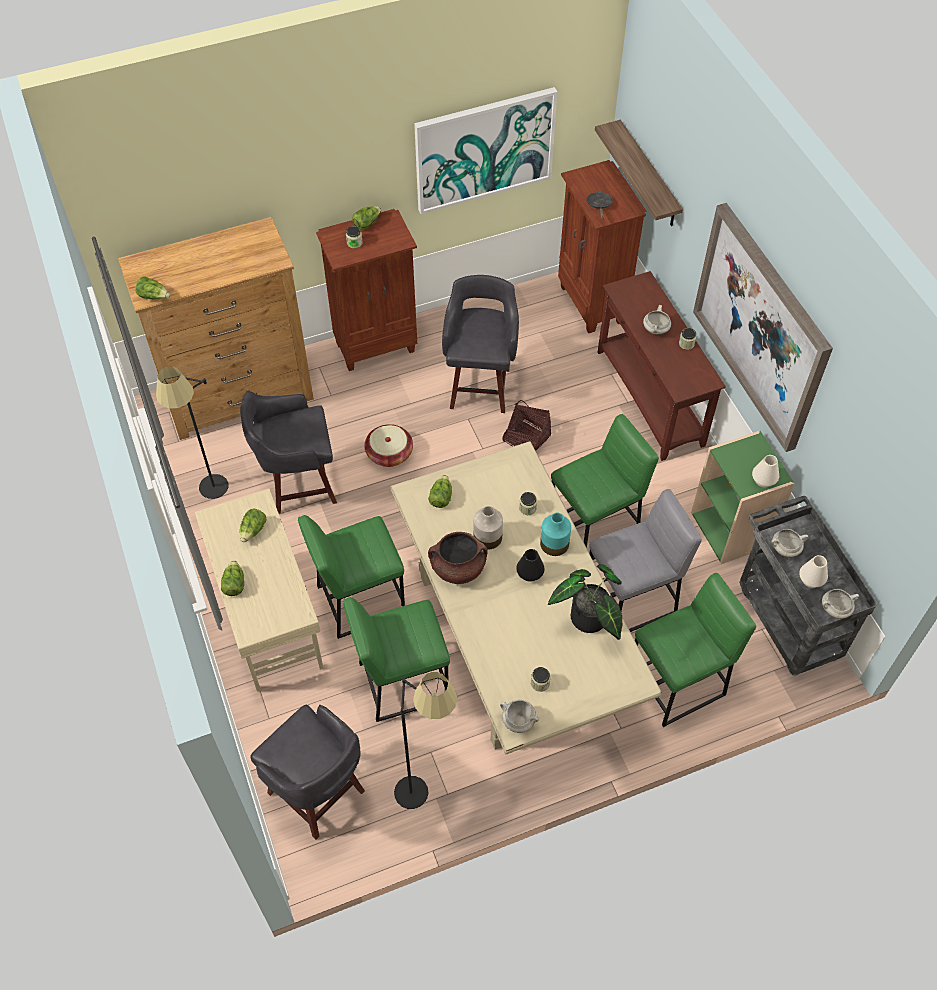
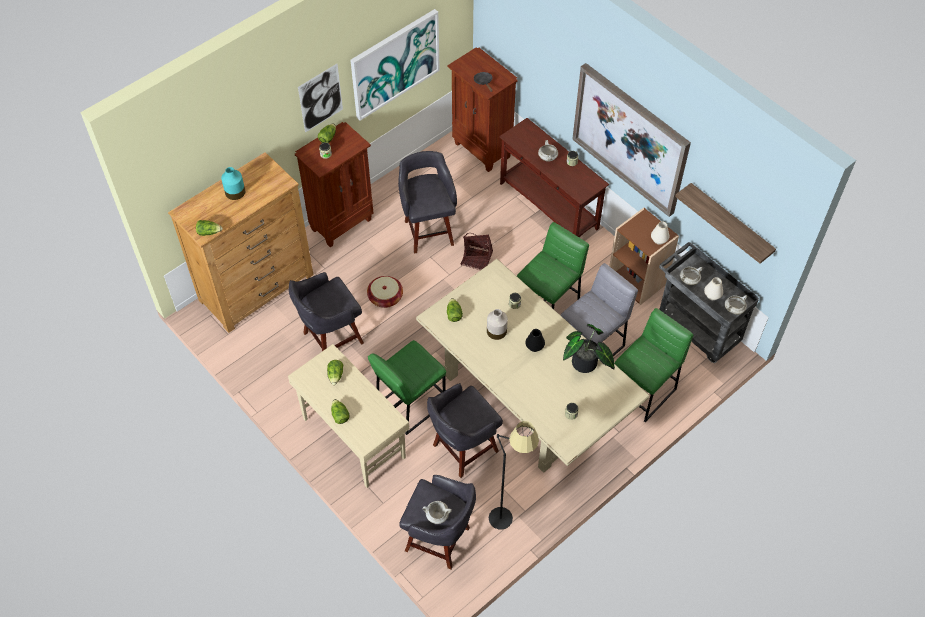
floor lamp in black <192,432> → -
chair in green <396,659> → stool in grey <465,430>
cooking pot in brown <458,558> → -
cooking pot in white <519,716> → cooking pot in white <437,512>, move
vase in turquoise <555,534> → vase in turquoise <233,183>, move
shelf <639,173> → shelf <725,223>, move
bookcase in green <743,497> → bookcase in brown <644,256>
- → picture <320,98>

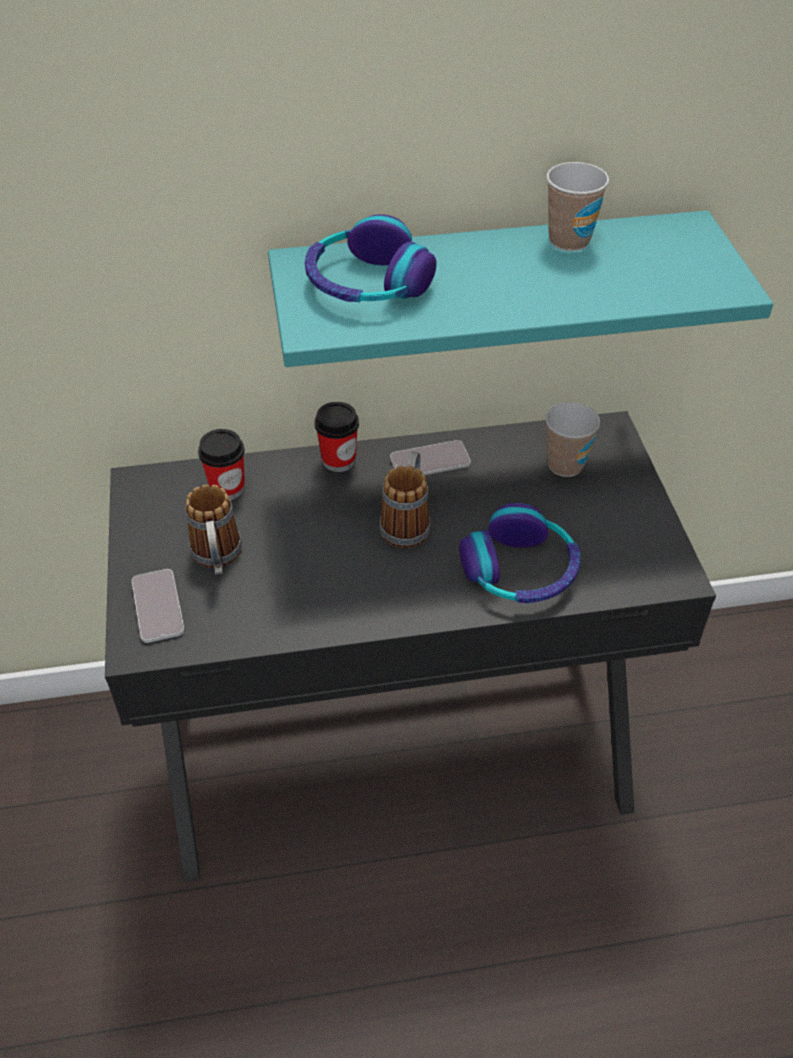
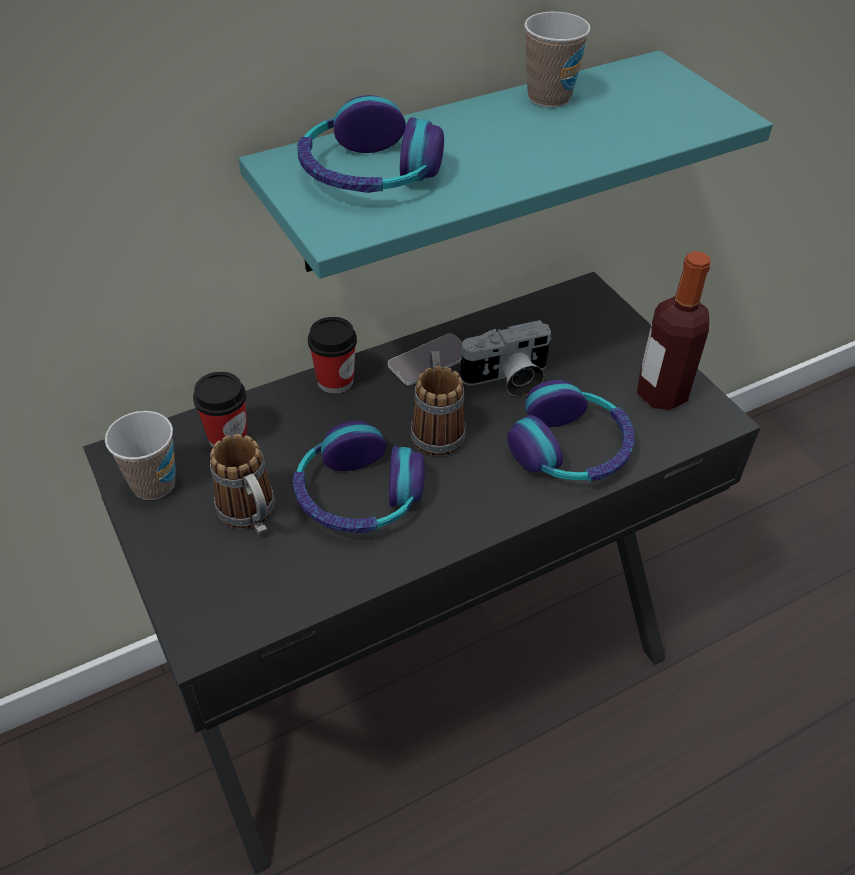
phone <158,606> → -
cup <572,439> → cup <140,455>, move
- → headphones <359,477>
- → photo camera <505,358>
- → bottle <673,330>

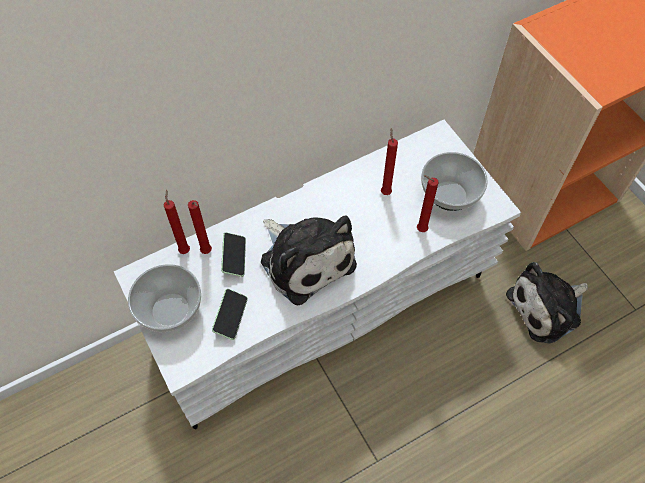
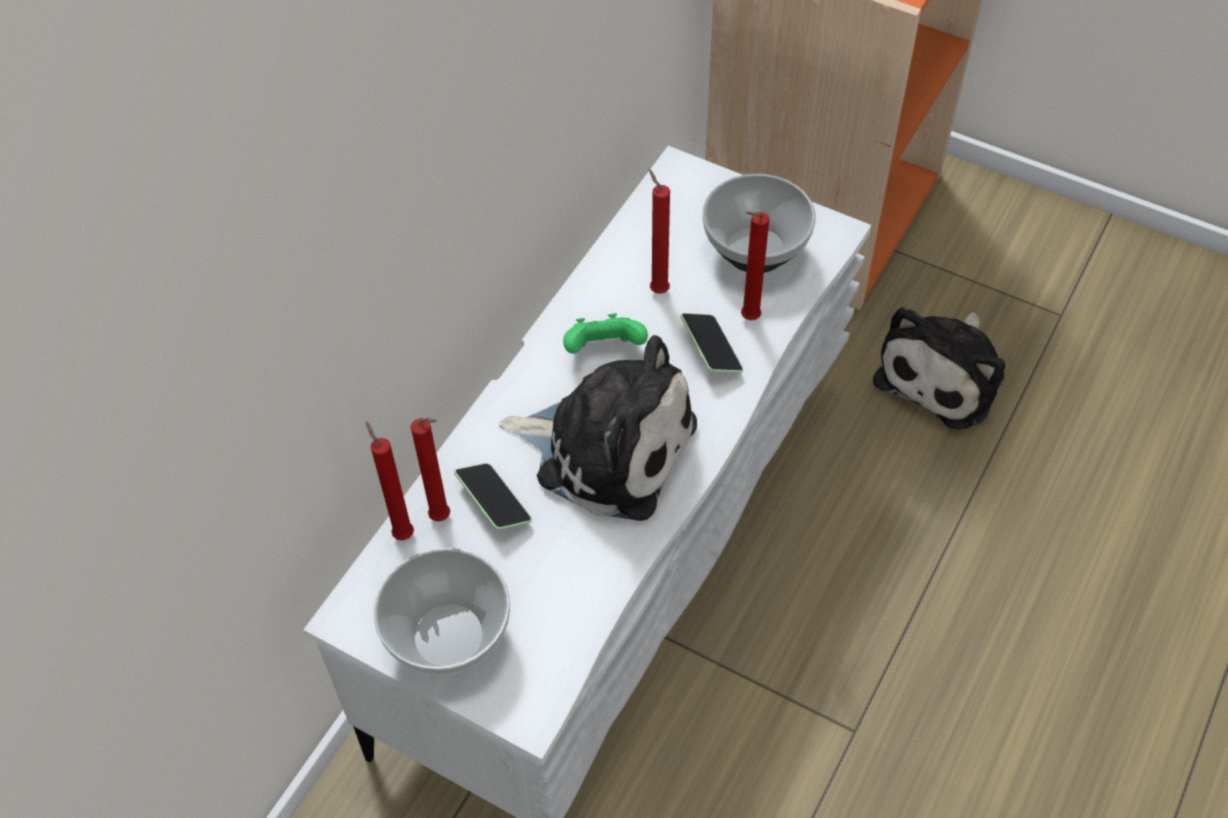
phone <230,314> → phone <712,343>, move
- → game controller in green <605,333>

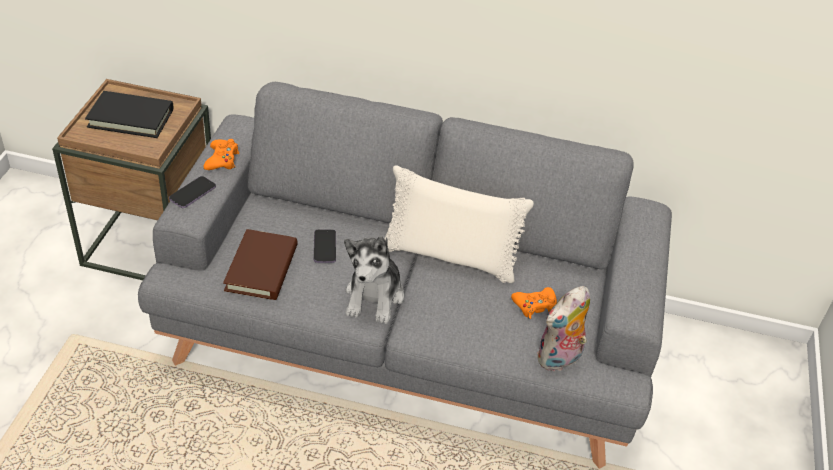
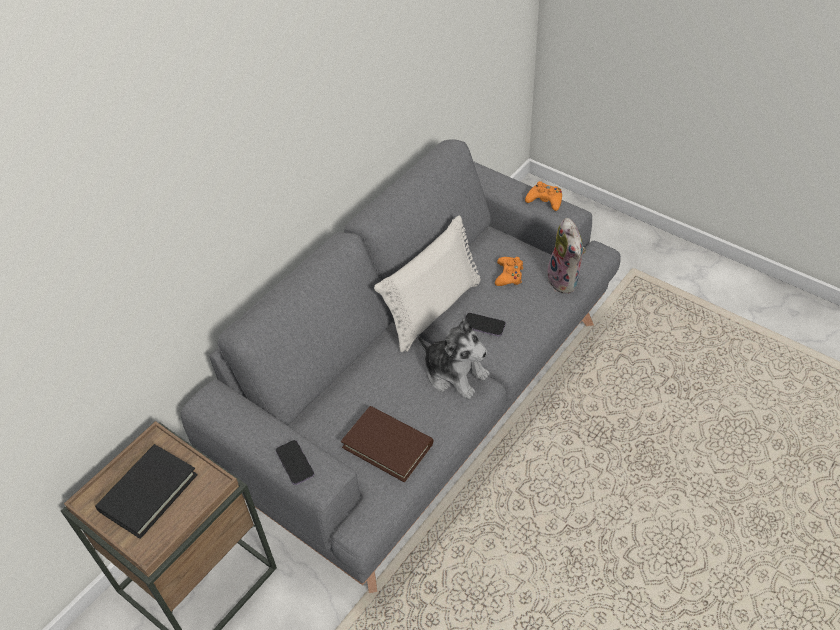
game controller in orange <221,154> → game controller in orange <543,196>, move
phone <325,246> → phone <485,324>, move

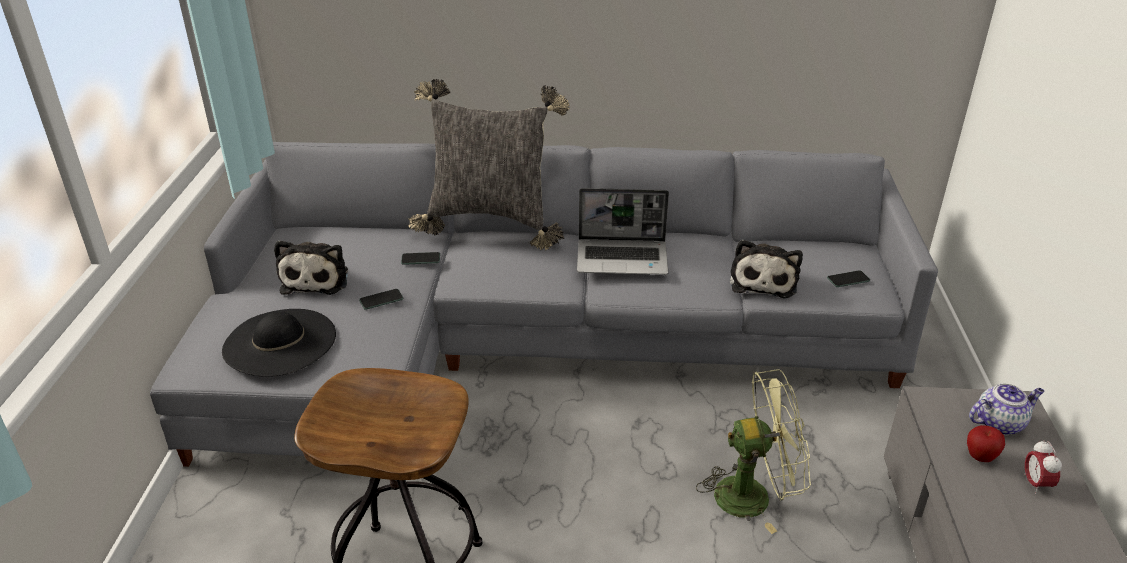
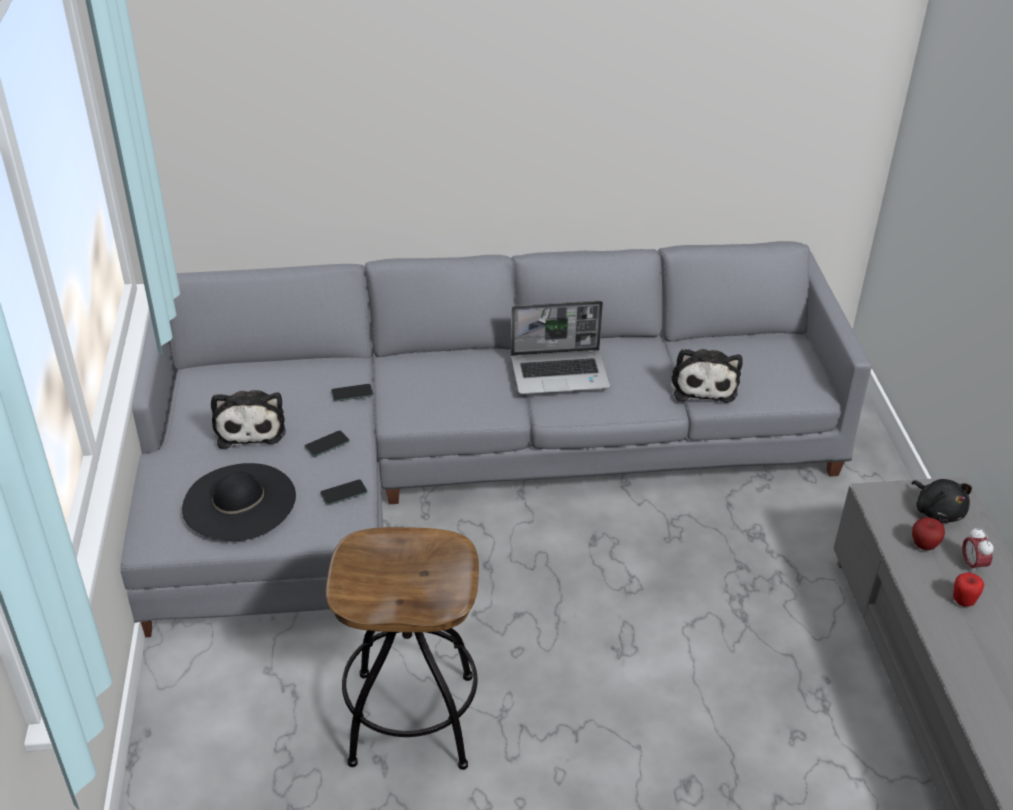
pillow <489,165> → -
fan in green <753,451> → -
phone <848,278> → phone <344,492>, move
teapot <1007,409> → plush toy in black <942,501>
- → apple <968,590>

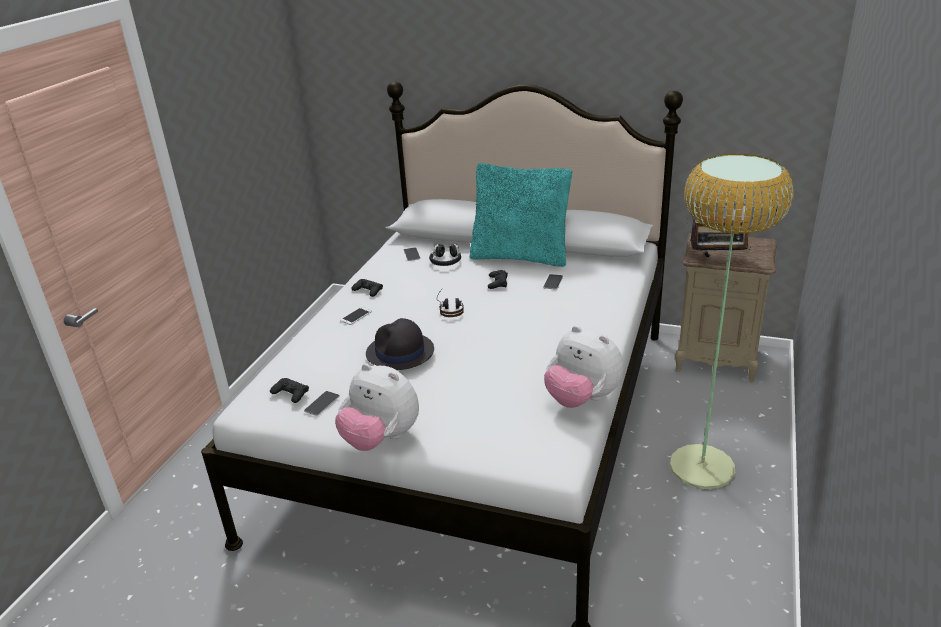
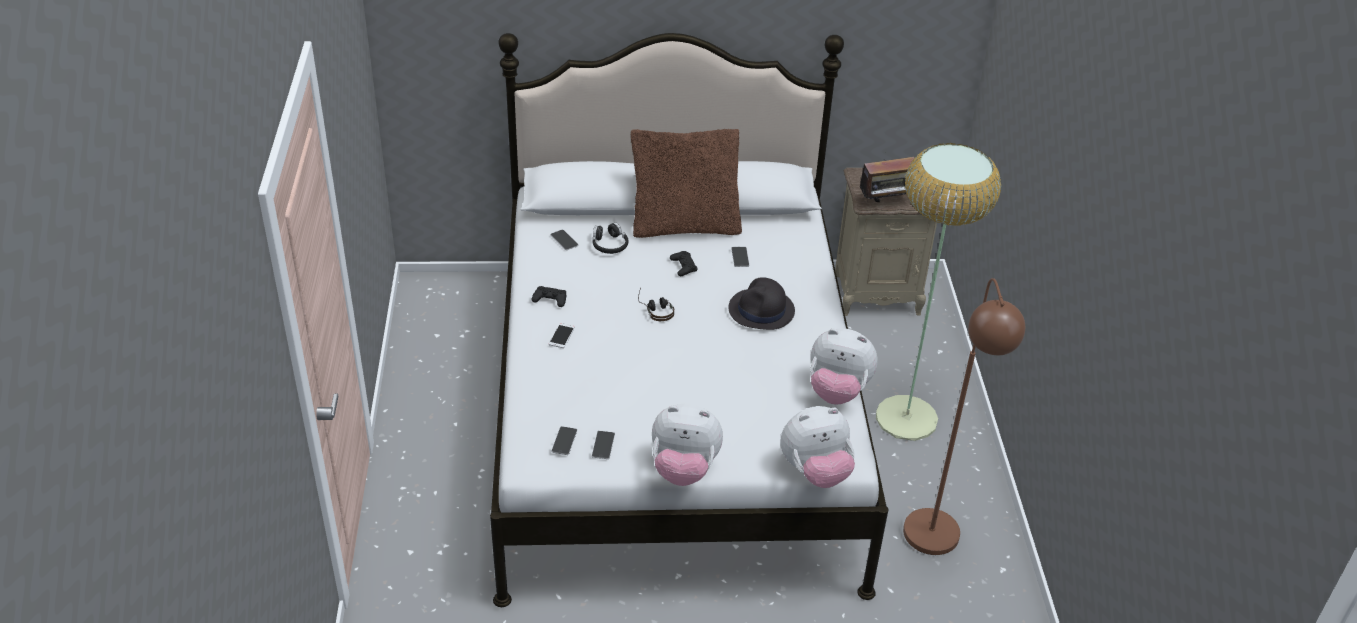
game controller in black <289,390> → phone <564,440>
hat in black <400,344> → hat in black <761,303>, move
pillow in turquoise <521,215> → pillow in brown <686,183>
- → plush toy <817,447>
- → floor lamp in brown <964,416>

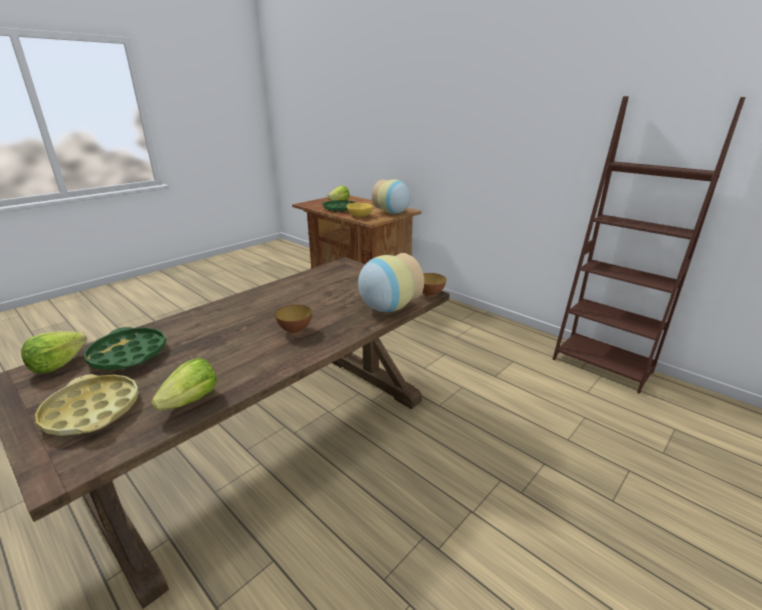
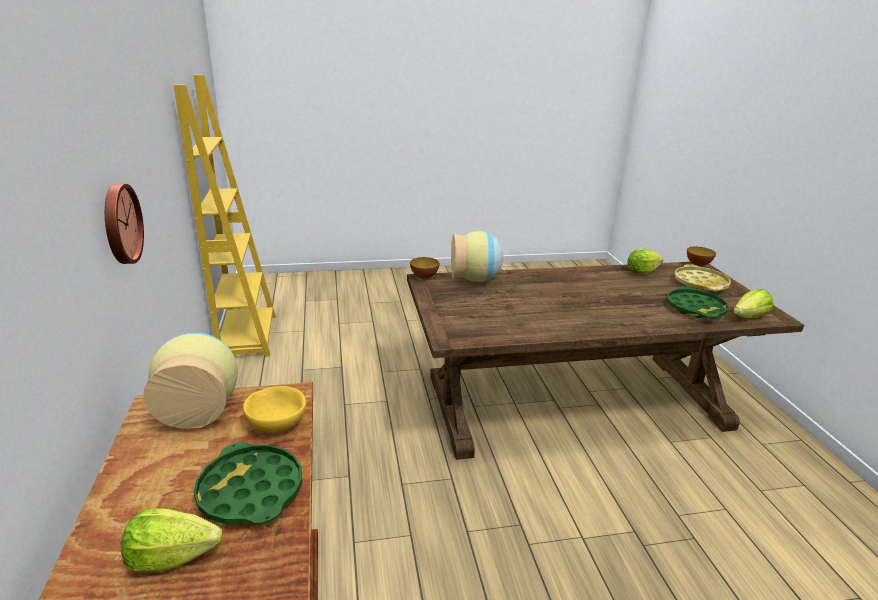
bowl <293,319> → bowl <701,256>, move
bookcase in brown <649,245> → bookcase in yellow <225,216>
- → wall clock <124,224>

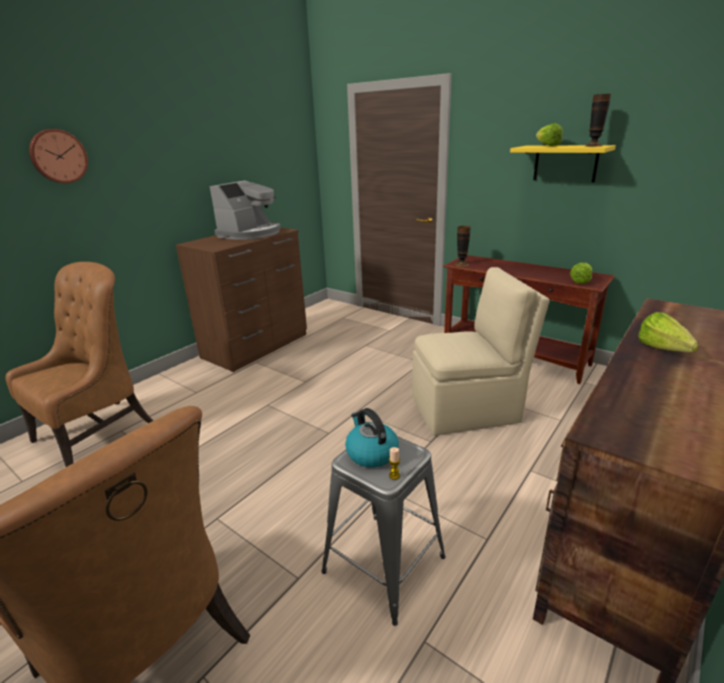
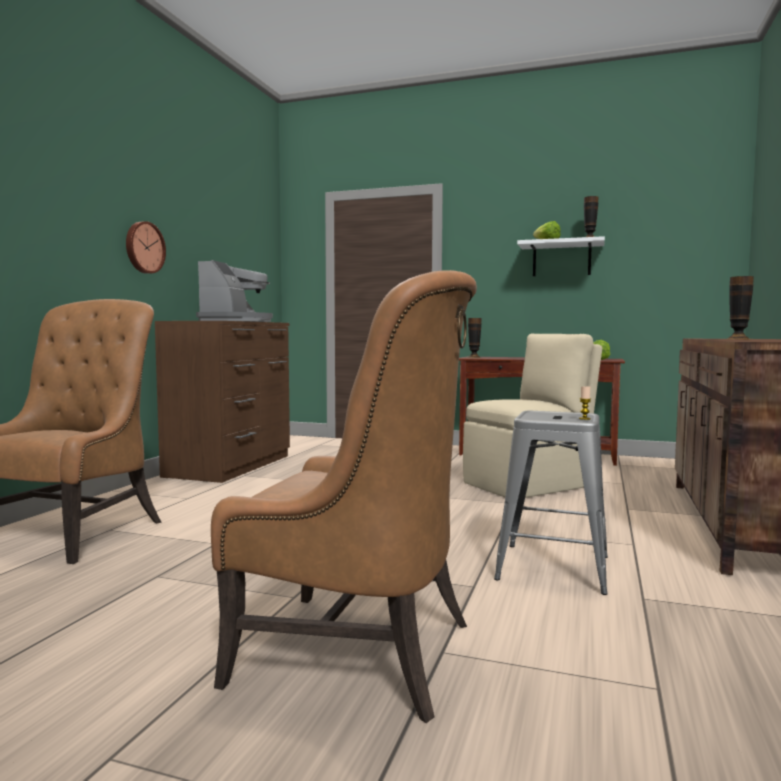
wall clock <58,156> → wall clock <146,247>, move
kettle <372,438> → -
shelf in yellow <563,163> → shelf in white <561,256>
lettuce <668,332> → vase <740,308>

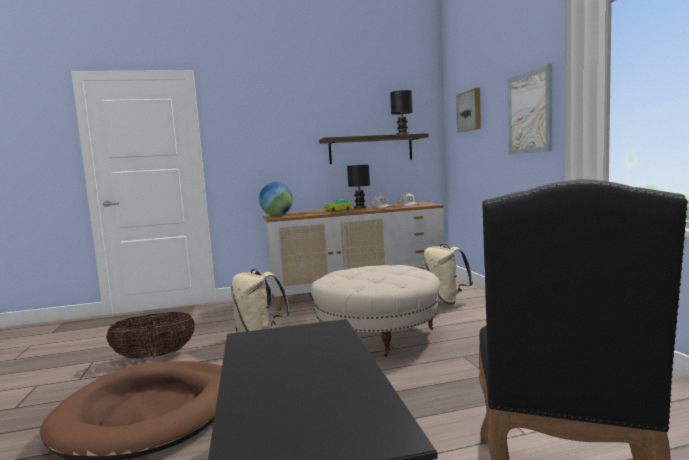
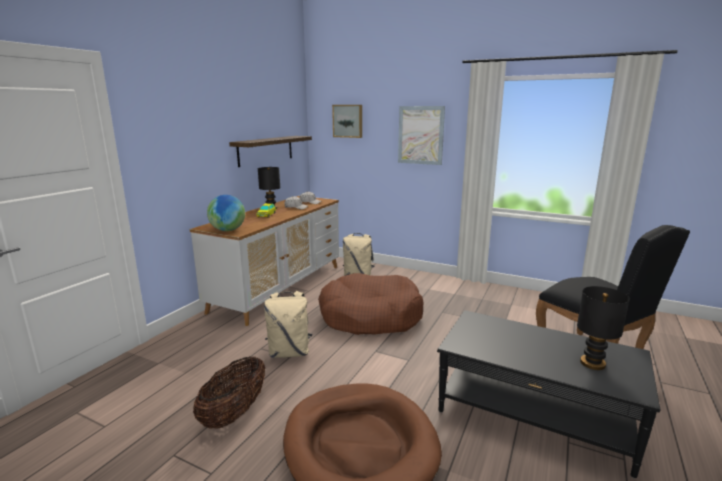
ottoman in beige <375,311> → dog bed in brown <371,304>
table lamp in black <401,112> → table lamp in black <603,328>, move

